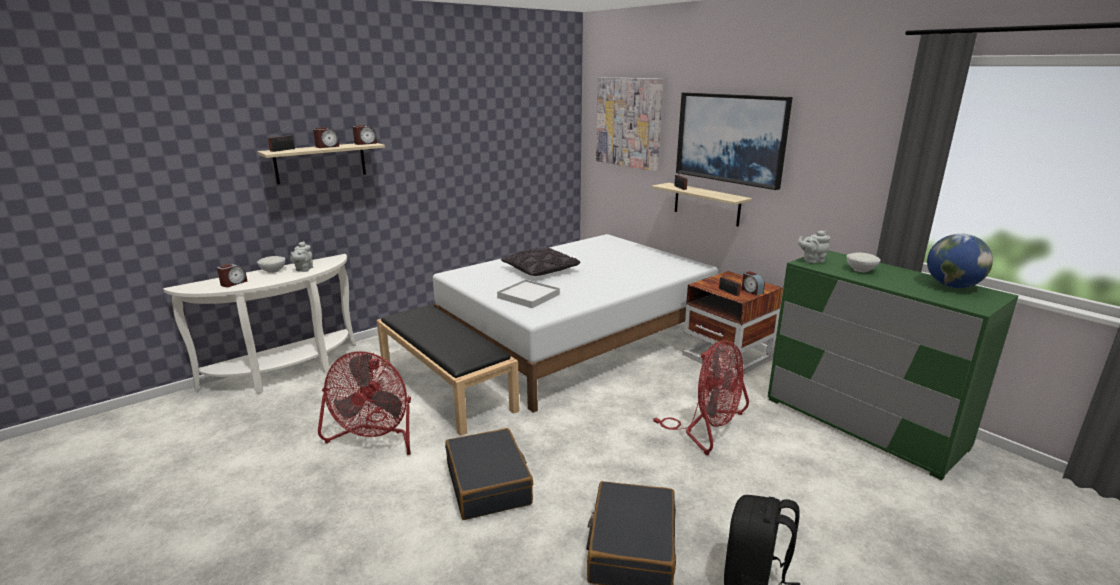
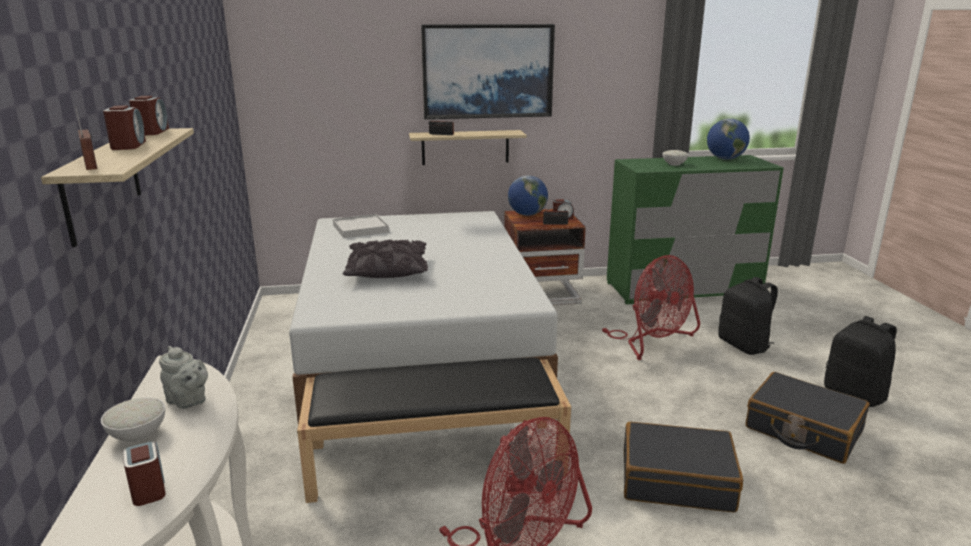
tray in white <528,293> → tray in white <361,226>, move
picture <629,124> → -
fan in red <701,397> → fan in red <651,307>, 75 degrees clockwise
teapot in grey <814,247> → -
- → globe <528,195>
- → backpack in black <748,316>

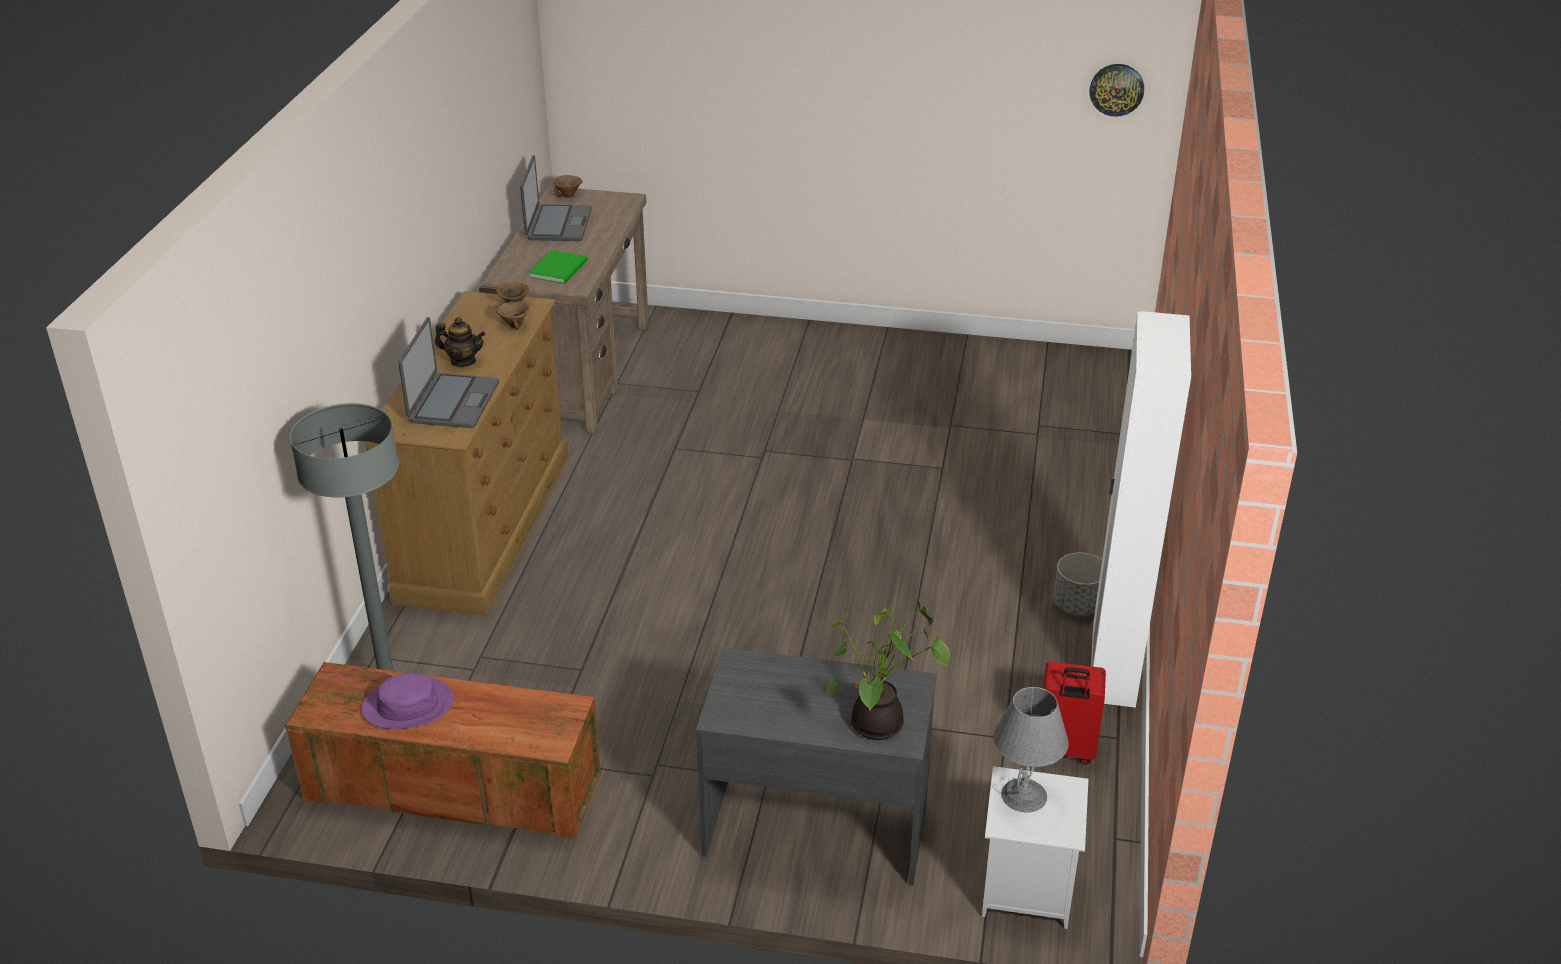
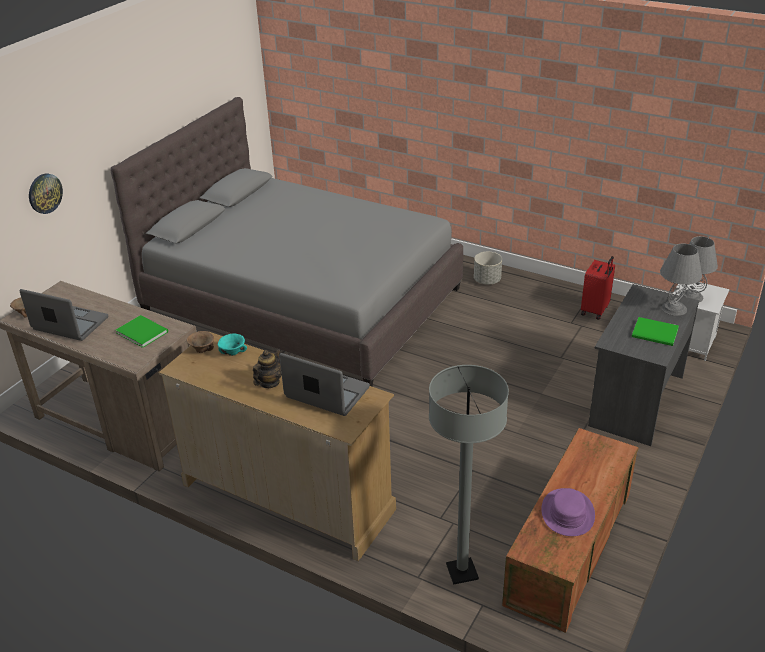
bowl in brown <513,315> → bowl in turquoise <232,344>
potted plant <888,670> → table lamp in grey <681,280>
wall clock <1117,90> → wall clock <46,194>, move
wardrobe in white <1141,509> → -
- → bed in grey <287,242>
- → book in green <655,331>

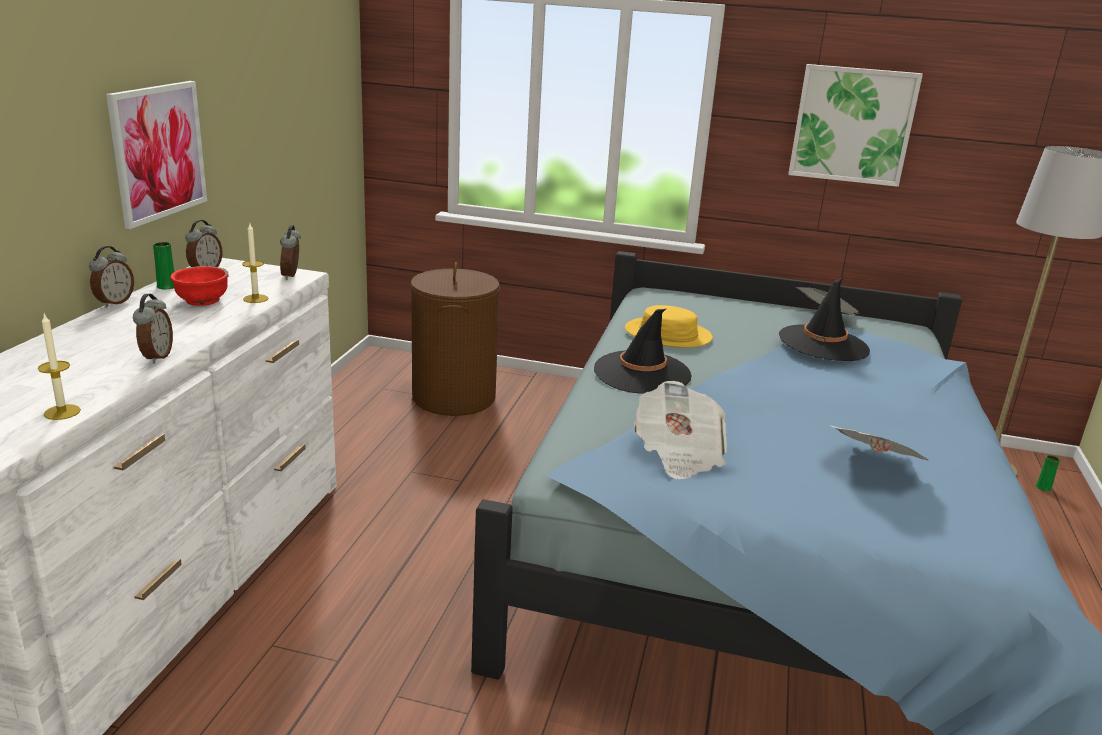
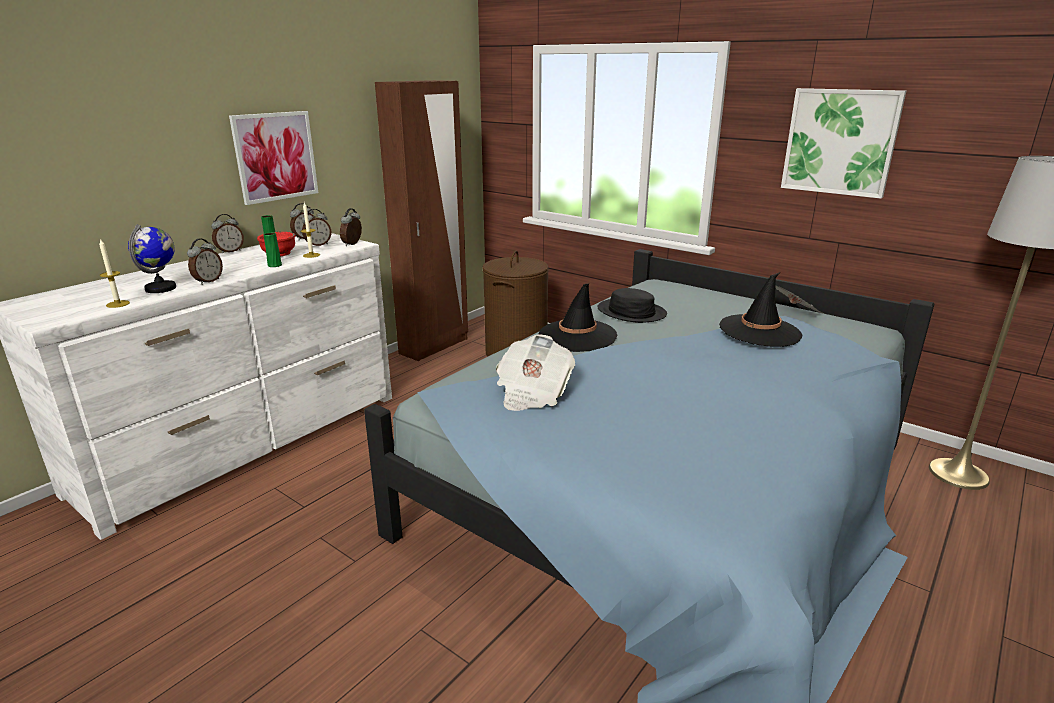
hat in yellow <669,326> → hat in black <632,305>
newspaper <878,442> → -
vase in green <1048,473> → vase in green <272,249>, move
- → globe <152,258>
- → alarm clock <316,227>
- → wardrobe in brown <421,220>

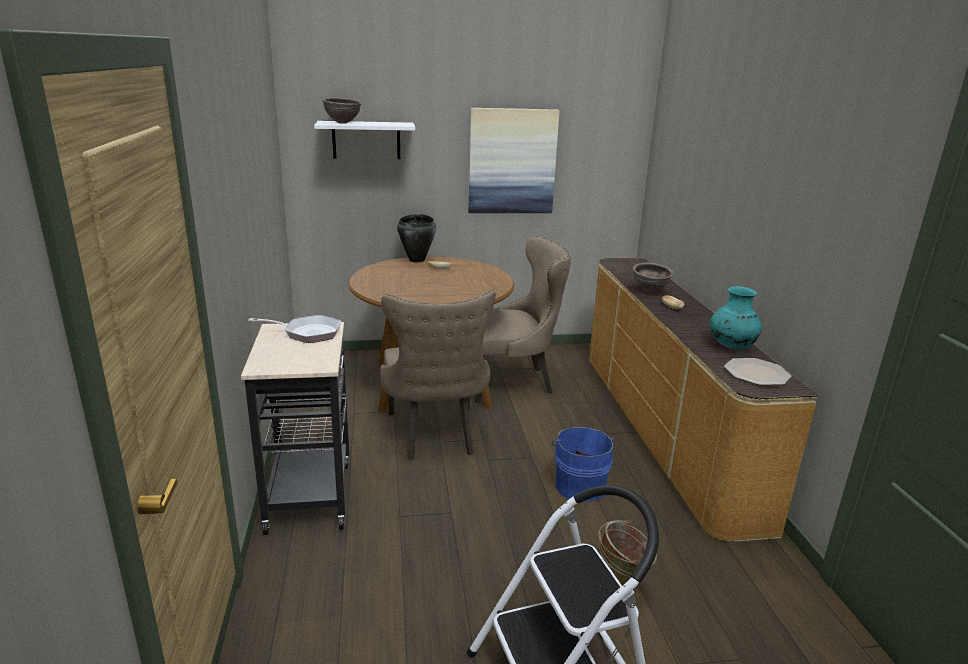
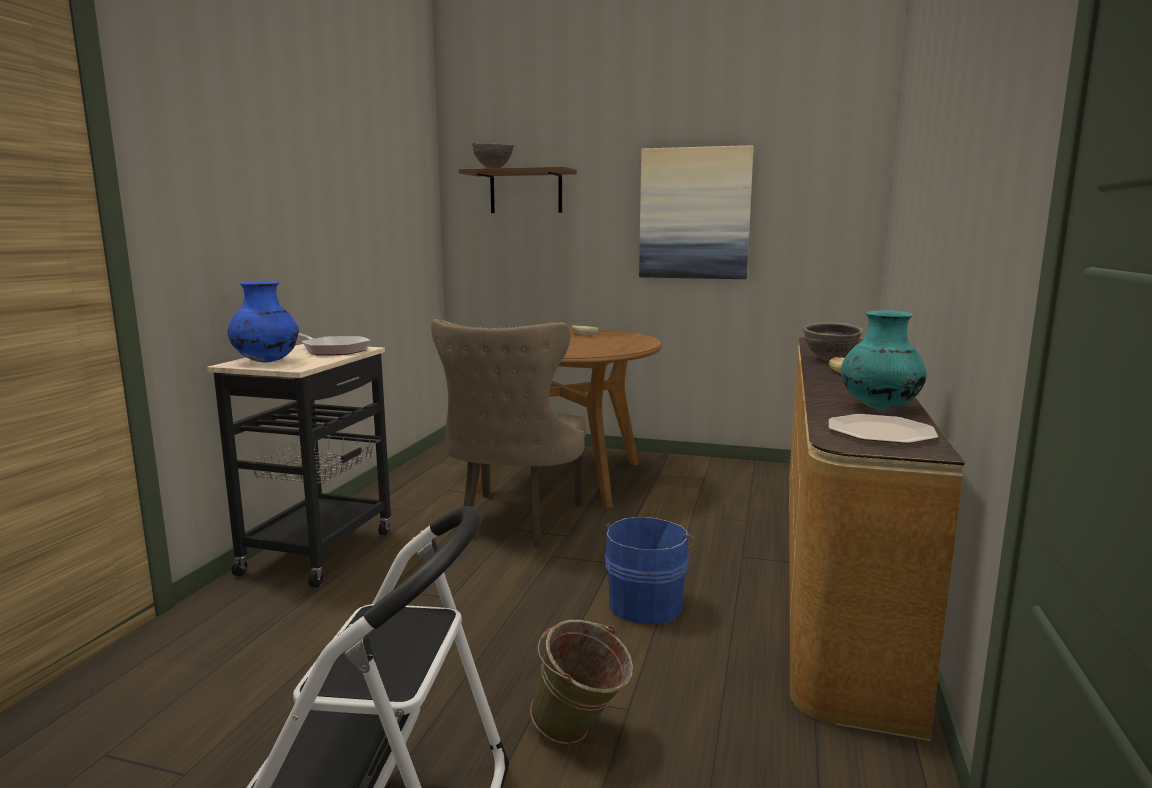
shelf in white <364,140> → shelf in brown <518,189>
cooking pot in black <416,238> → -
chair in beige <523,320> → -
- → vase in blue <263,322>

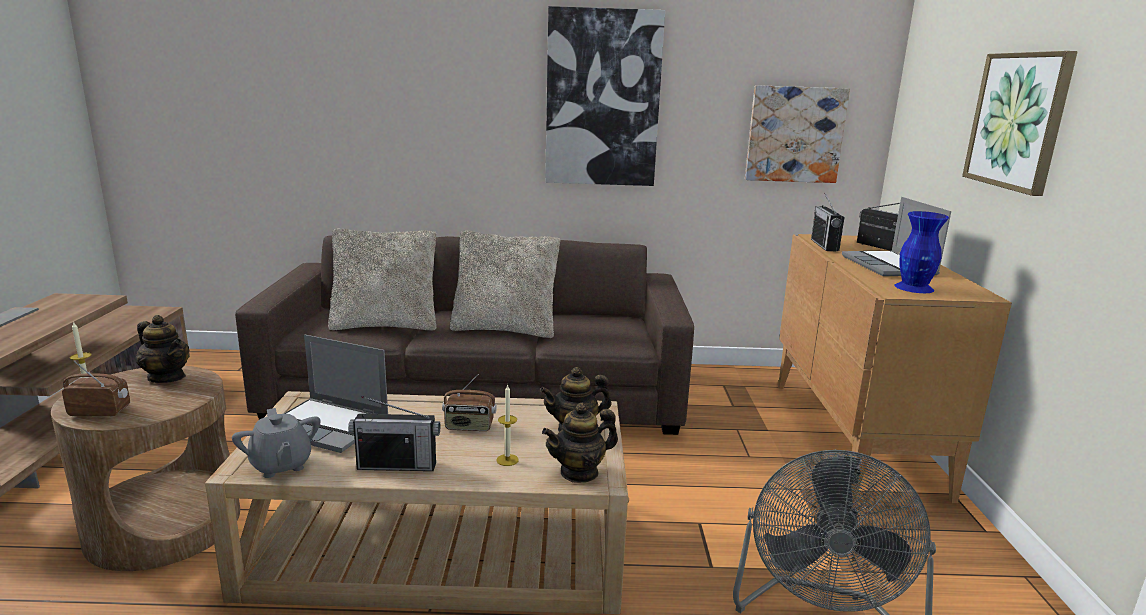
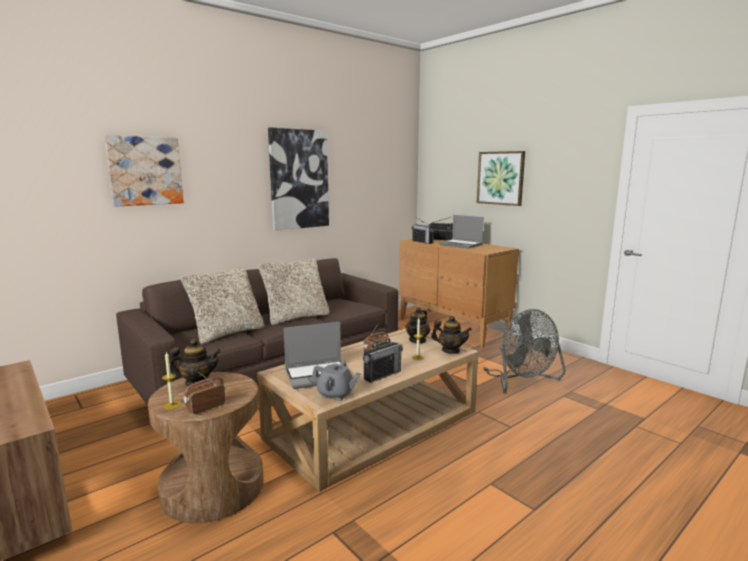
teapot <580,443> → teapot <451,335>, 90 degrees counterclockwise
picture <797,134> → picture <144,171>, move
vase in blue <921,252> → -

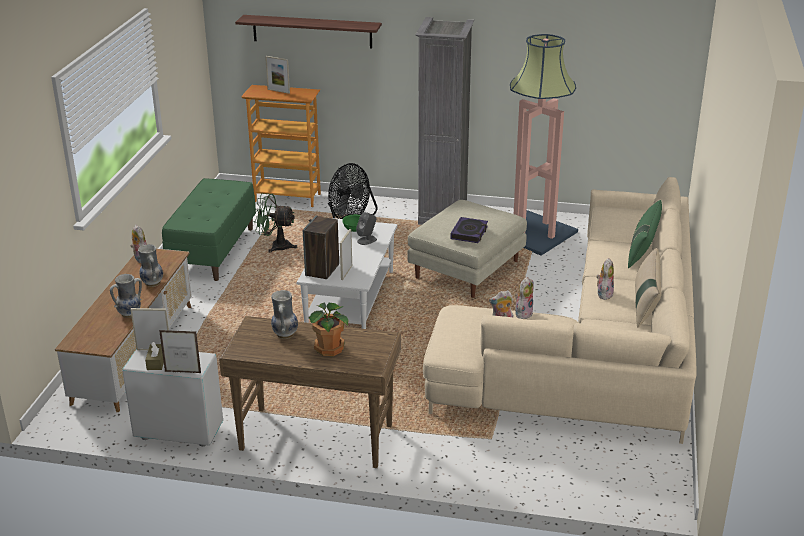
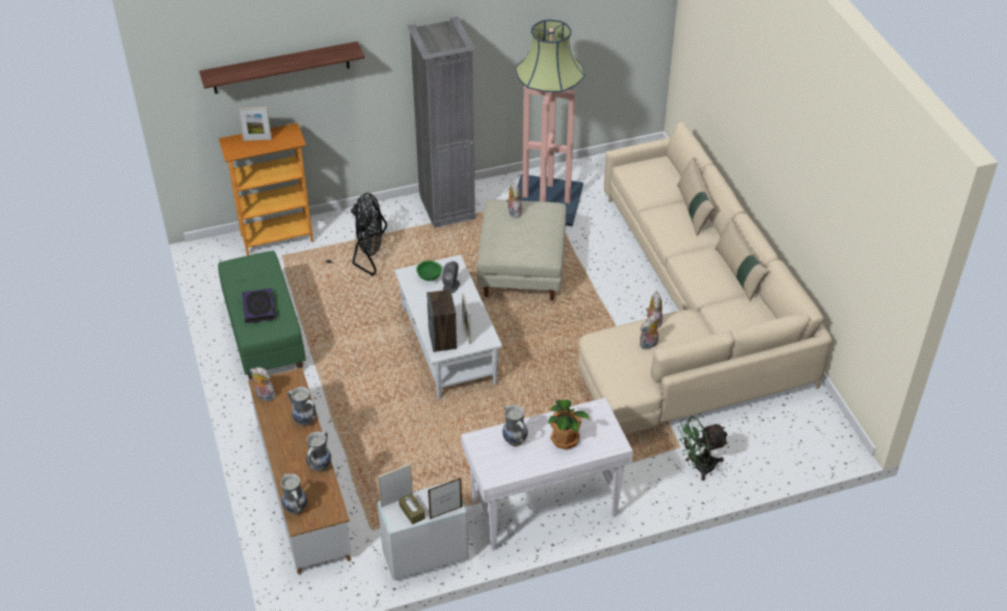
console table in brown <310,392> → console table in white <547,474>
fan in green <275,223> → fan in green <703,448>, move
book <469,230> → book <259,306>, move
plush toy <605,279> → plush toy <514,200>, move
pillow in green <645,234> → pillow in beige <696,196>
- → vase <294,494>

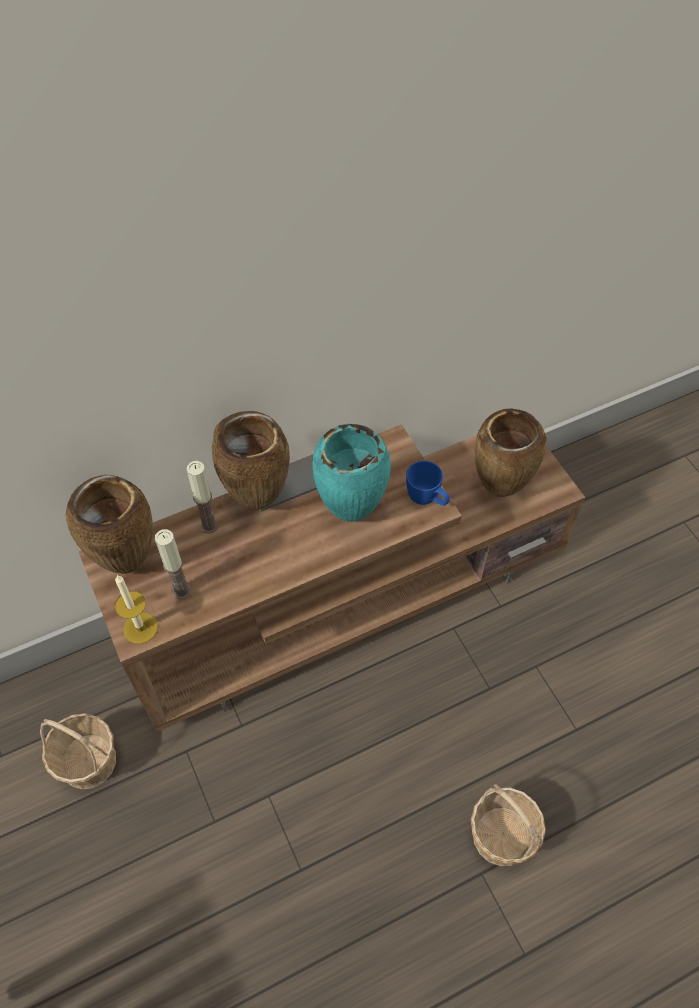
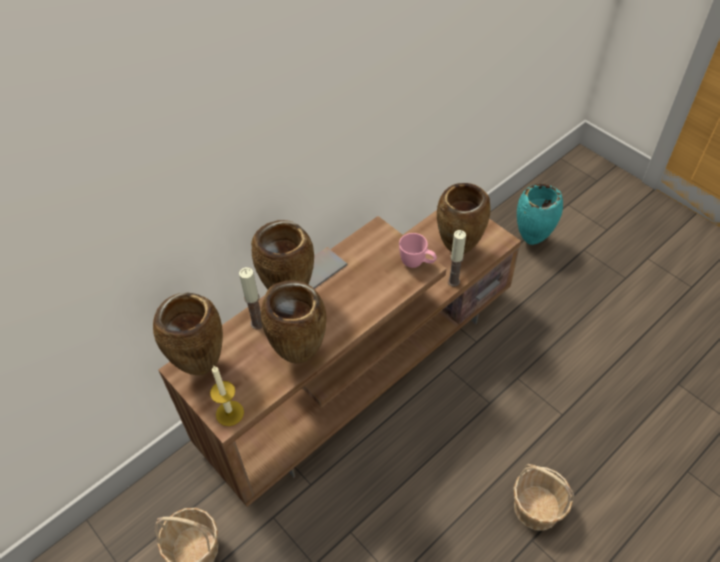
candle <173,564> → candle <457,258>, move
vase in turquoise <351,473> → vase in turquoise <540,214>, move
mug in blue <428,483> → mug in pink <418,250>
- → vase in brown <293,322>

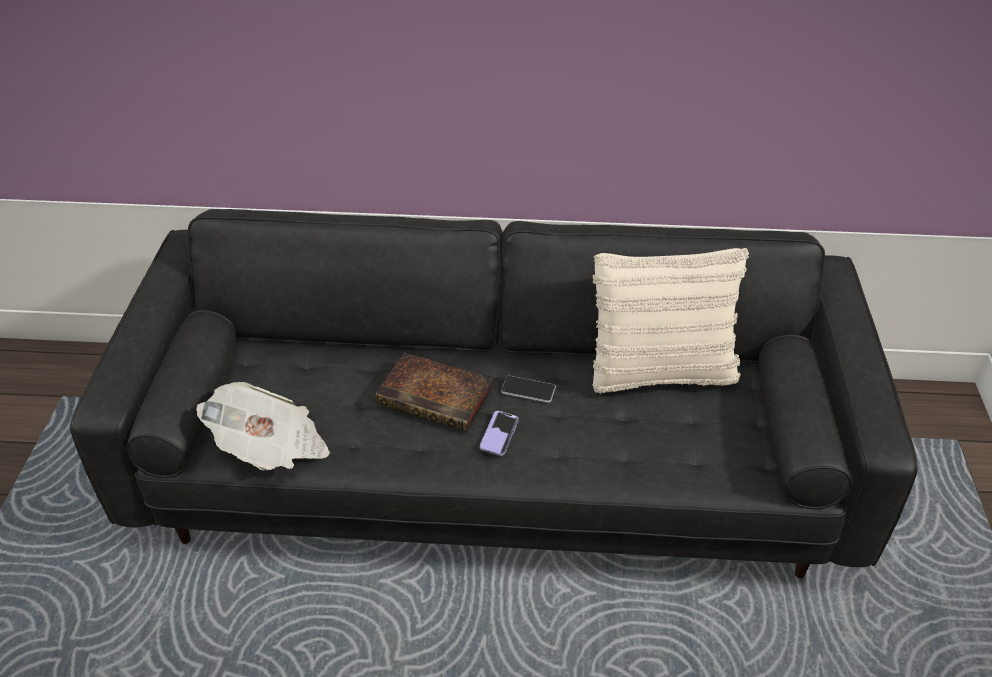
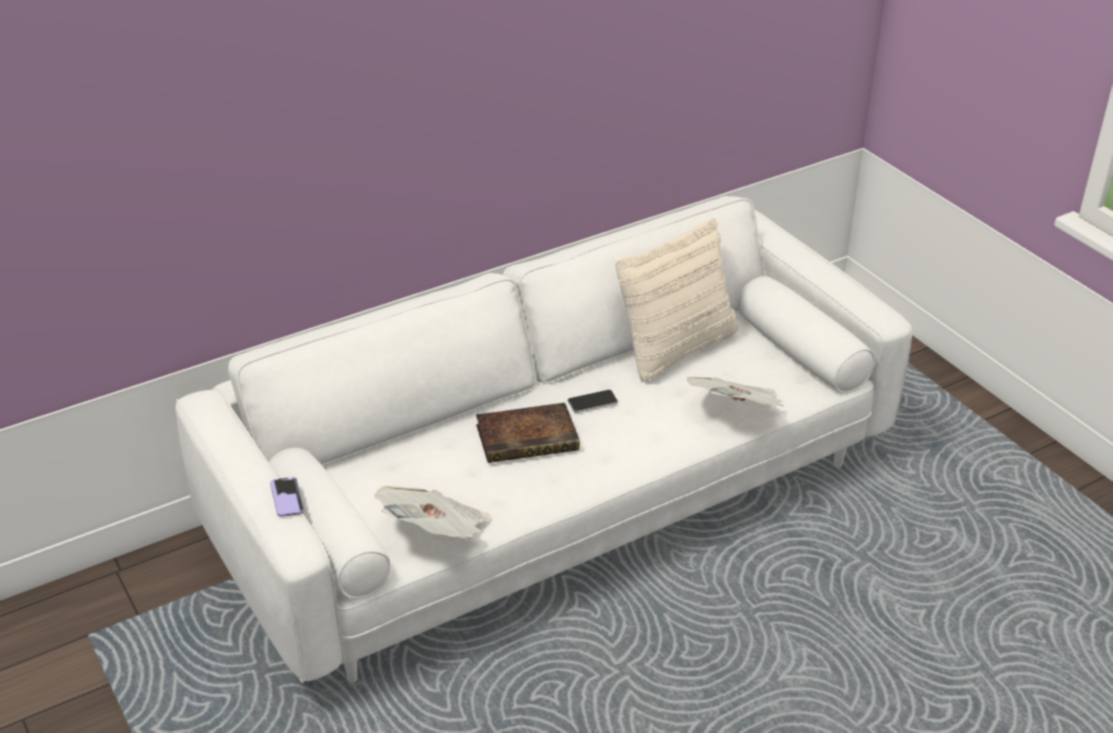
sofa in black <494,393> → sofa in white <543,439>
phone <499,433> → phone <287,497>, move
- → newspaper <735,391>

